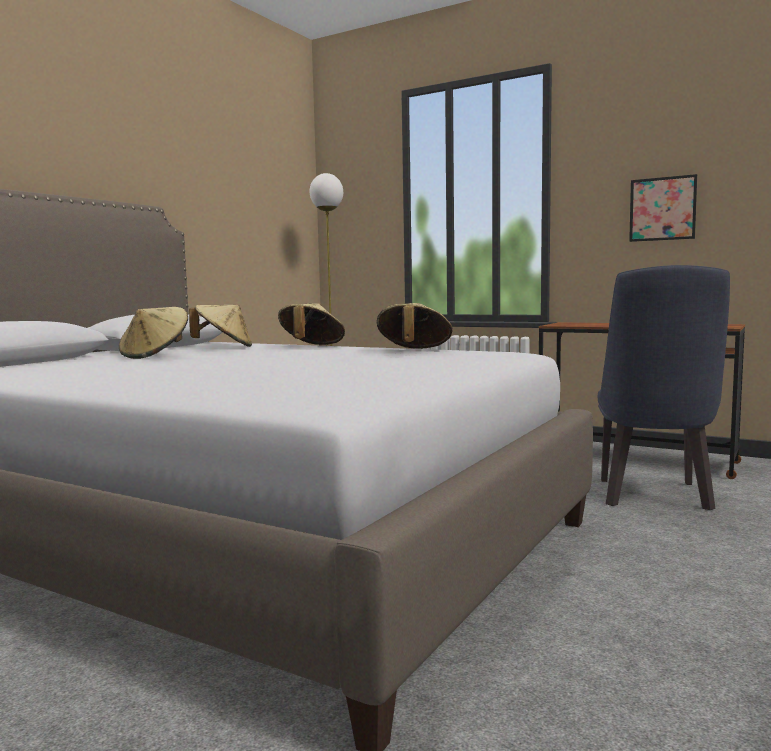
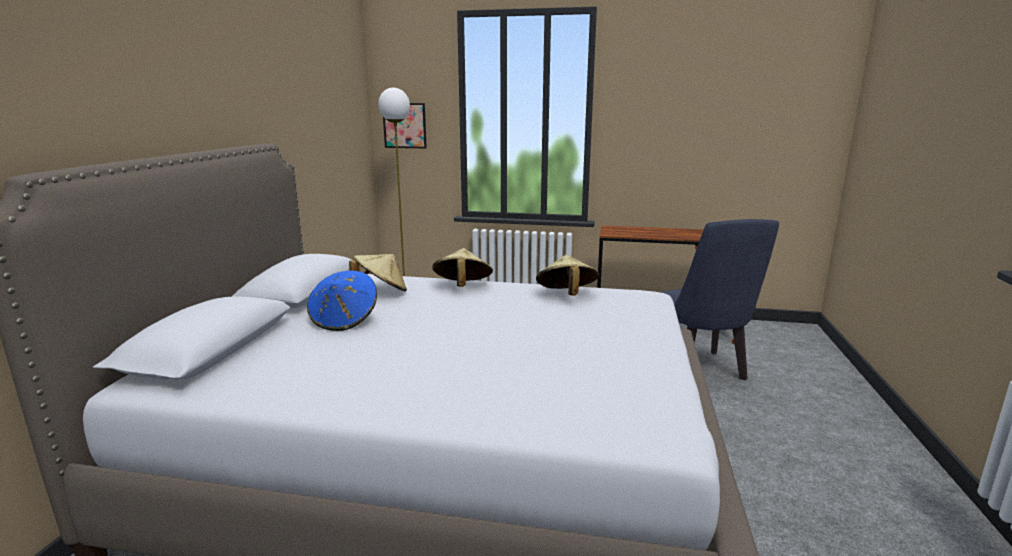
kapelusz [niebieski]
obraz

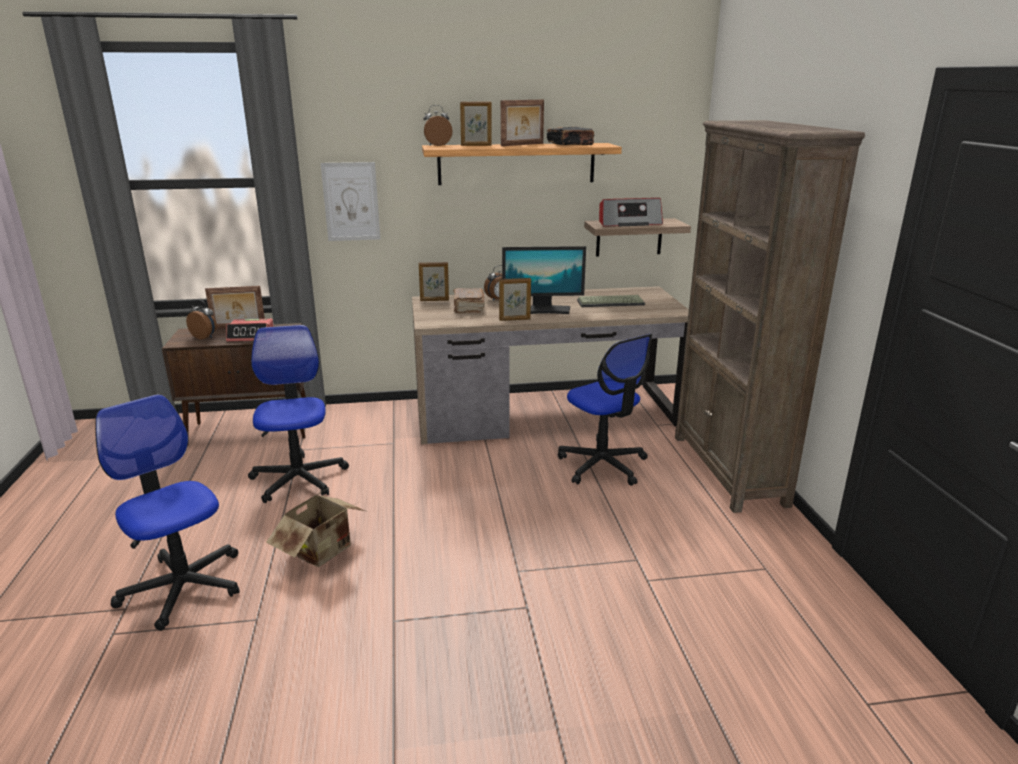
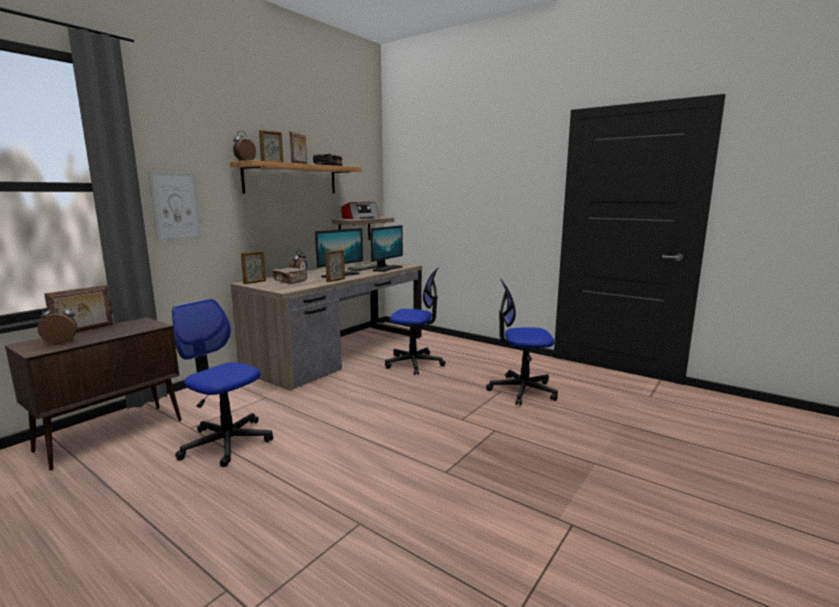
krzesło biurowe (3rd from left)
budzik (2nd from left in the first image)
karton
regał [brązowy]
monitor (2nd from left)

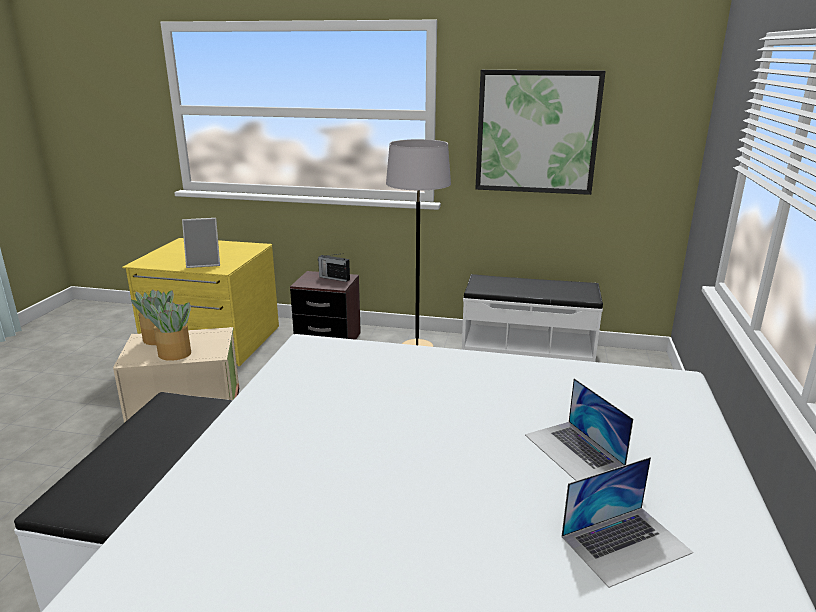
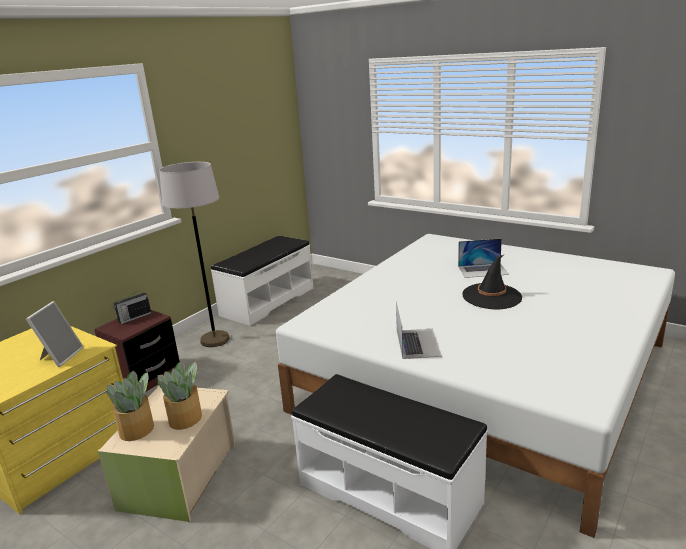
obraz
laptop (1st from left)
kapelusz [czarny]

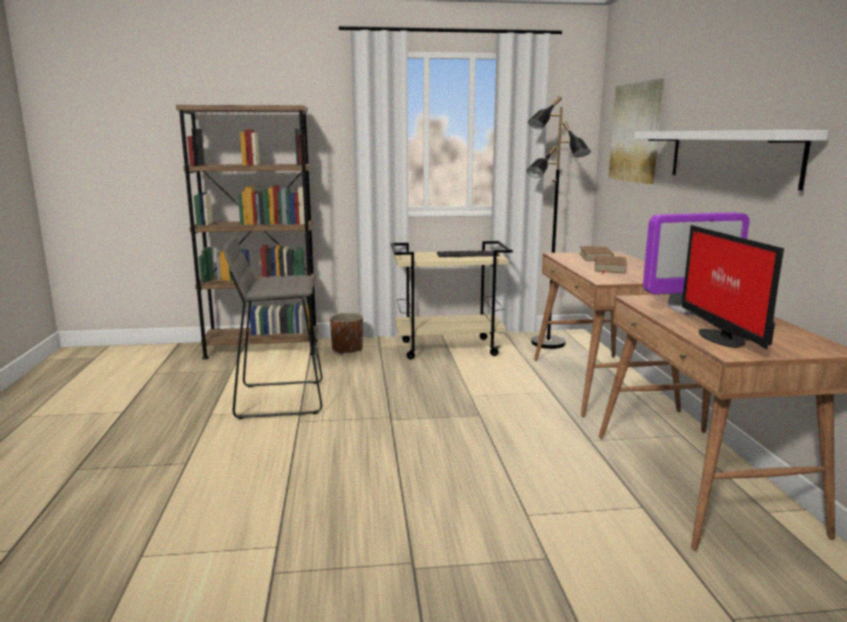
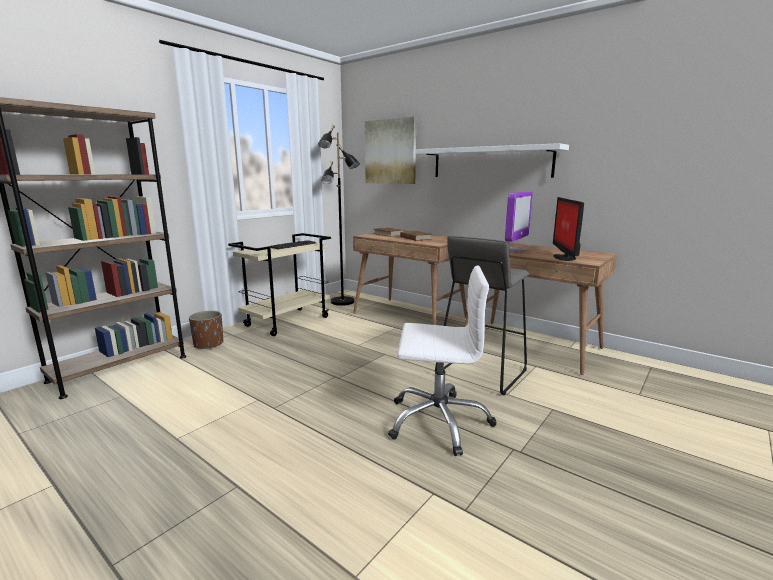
stołek [szary]
monitor (2nd from left)
krzesło biurowe [biały]

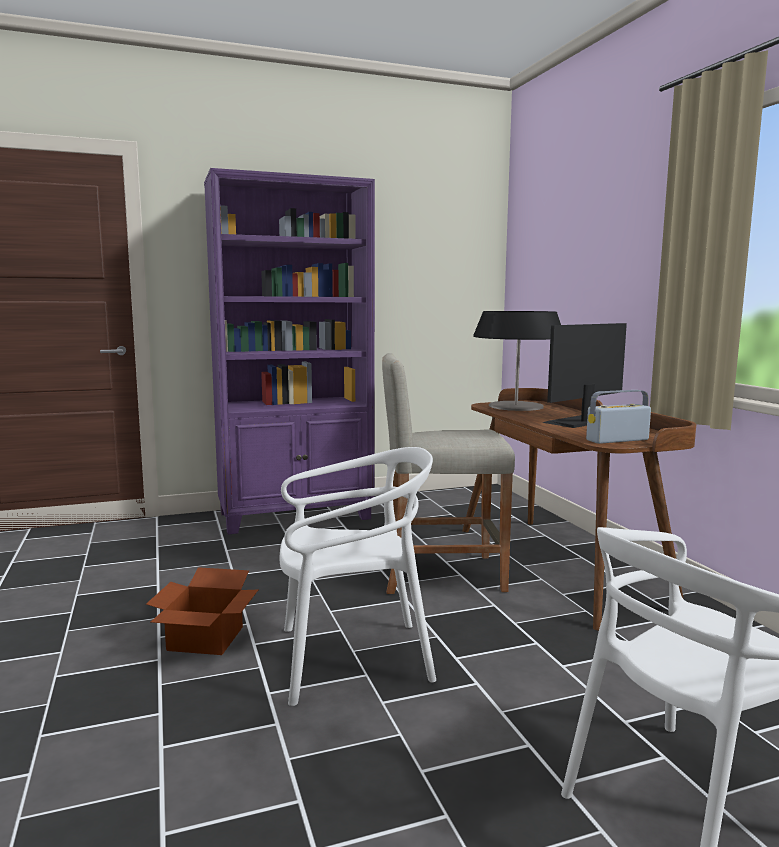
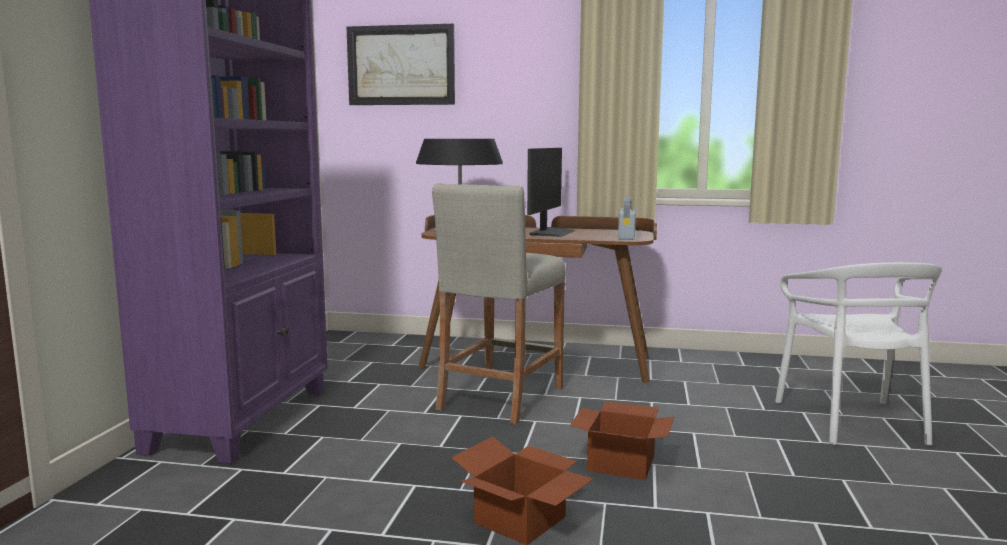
karton (2nd from left)
monitor
obraz

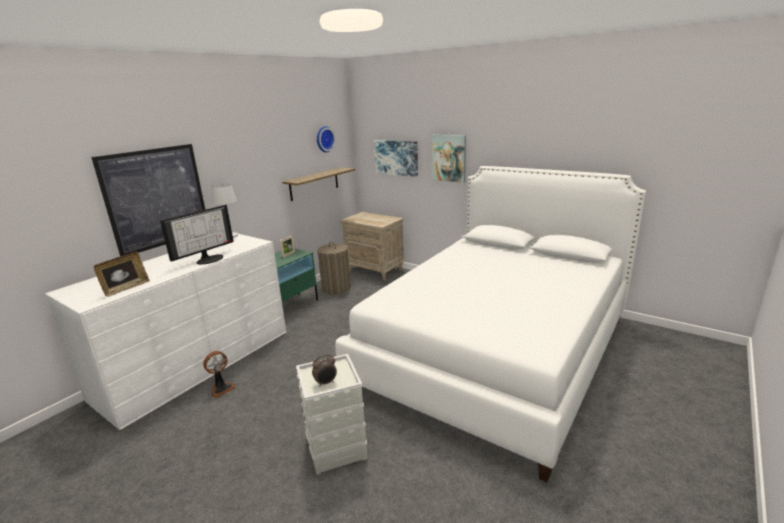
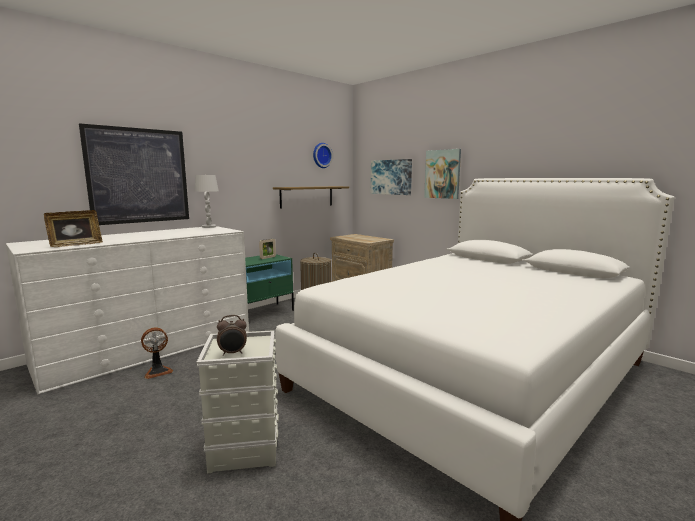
monitor

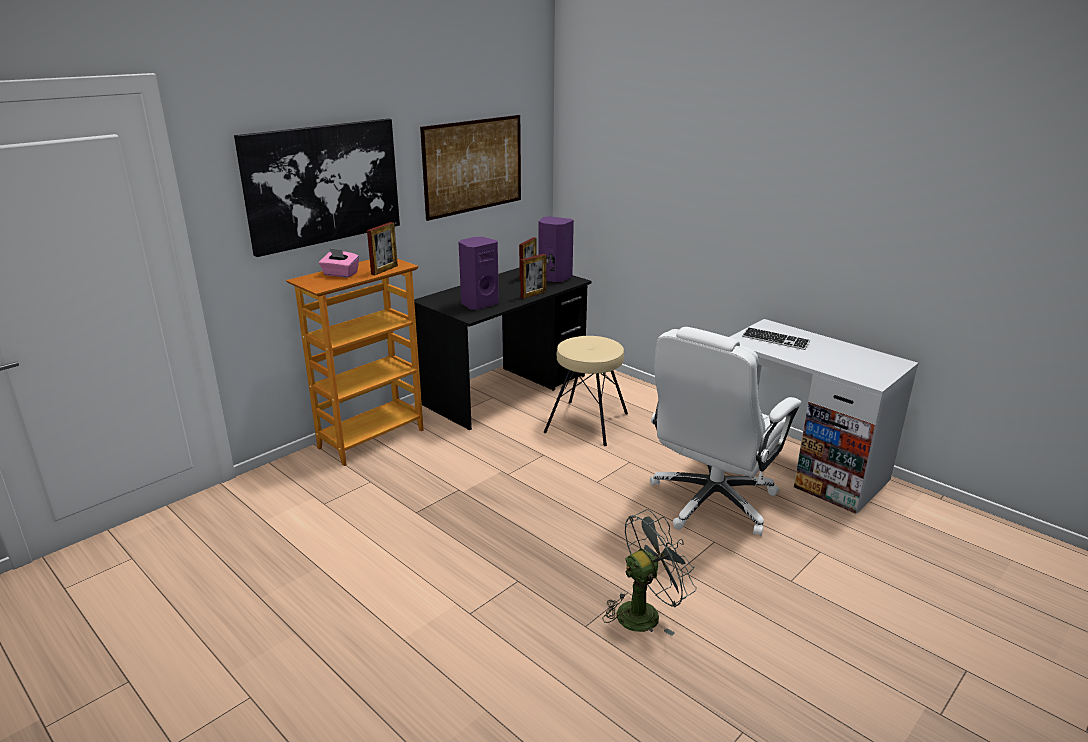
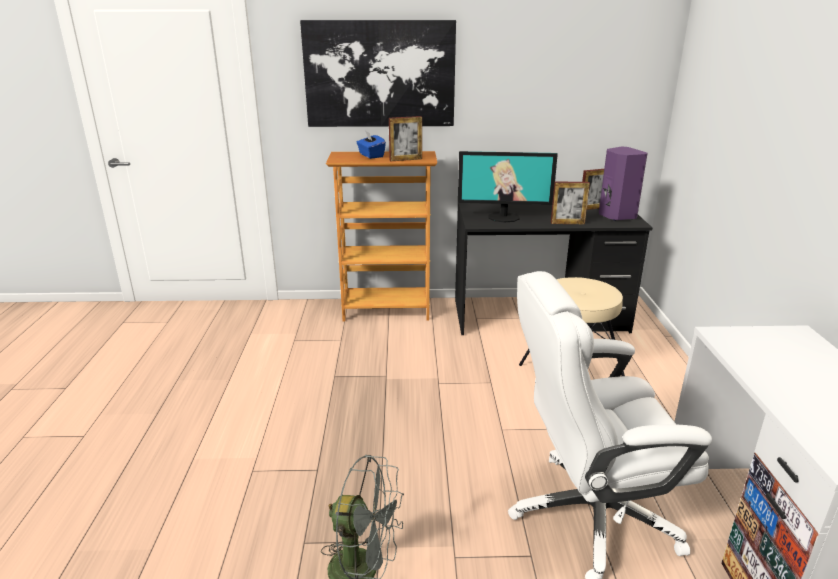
pudełko chusteczek [niebieski]
obraz (2nd from left in the first image)
monitor
klawiatura

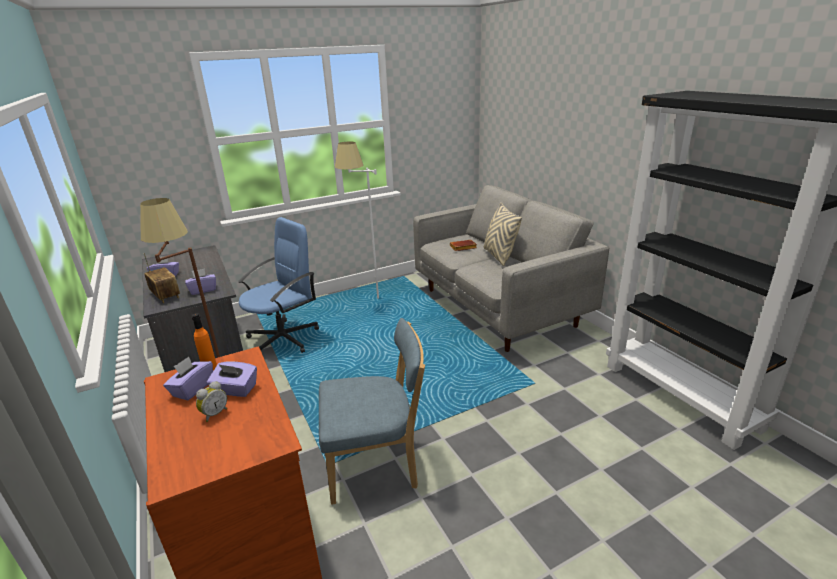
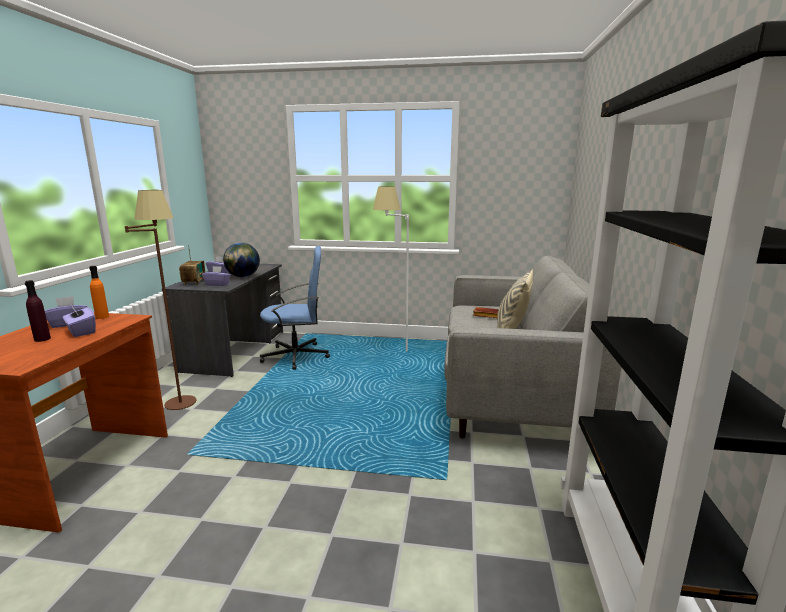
butelka [fioletowy]
krzesło [niebieski]
globus

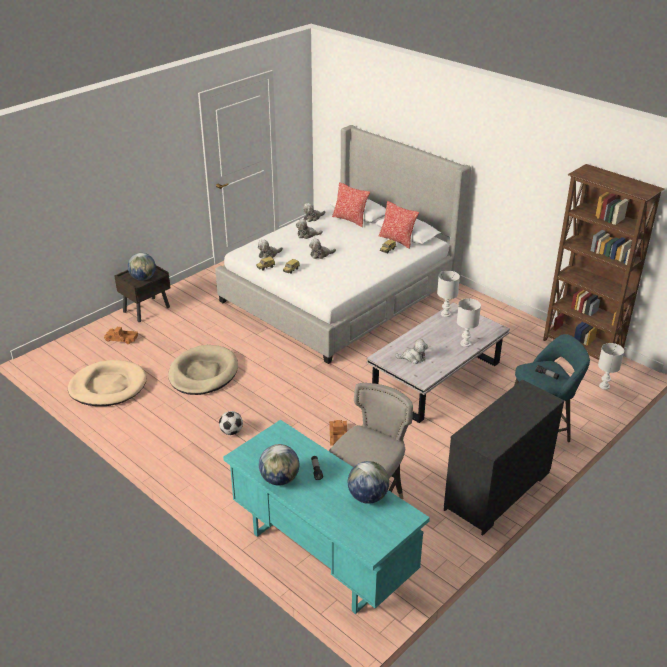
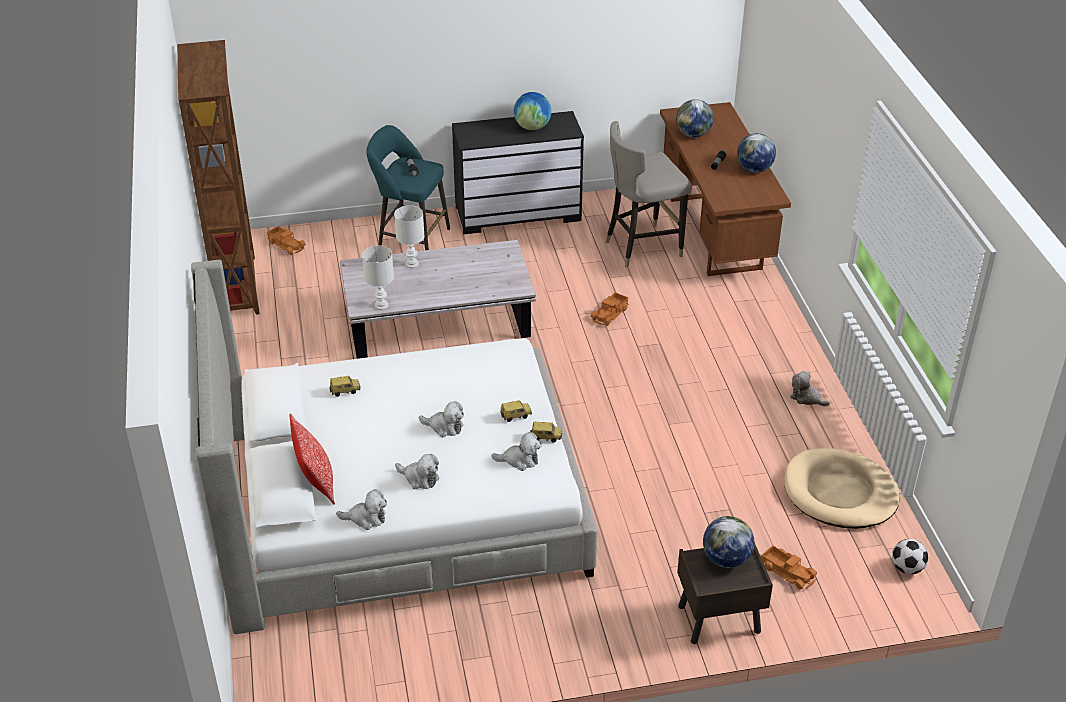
legowisko [beżowy] (2nd from left in the first image)
piłka futbolowa
biurko [brązowy]
poduszka (2nd from left in the first image)
pluszak (5th from left)
ciężarówka zabawkowa (1st from left)
globus (1st from left)

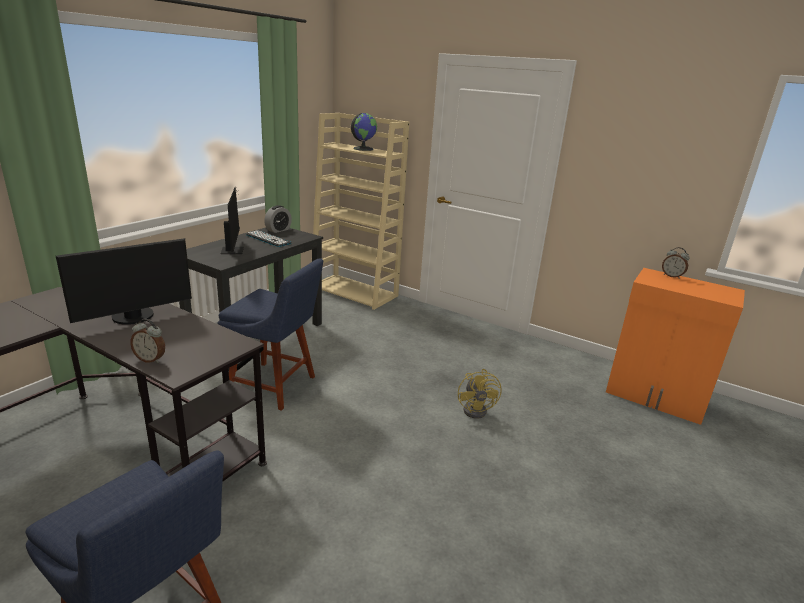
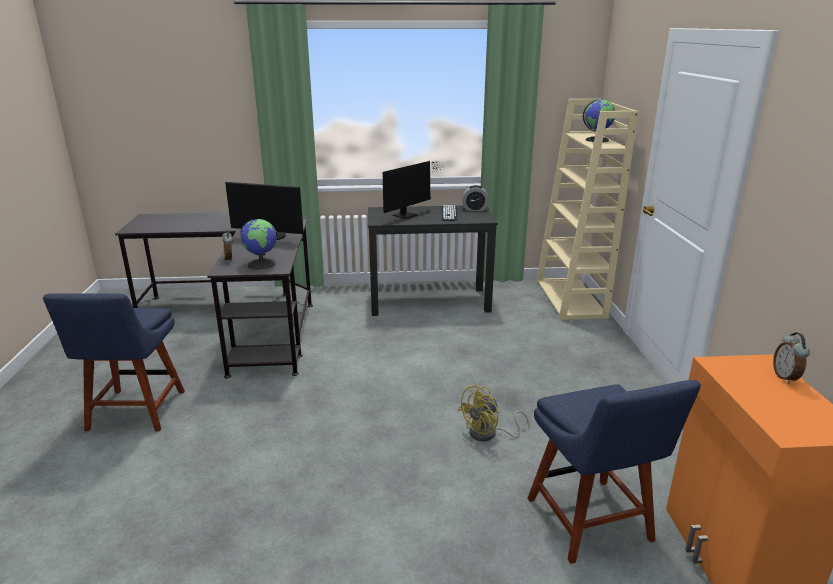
krzesło [niebieski] (2nd from left)
globus (1st from left)

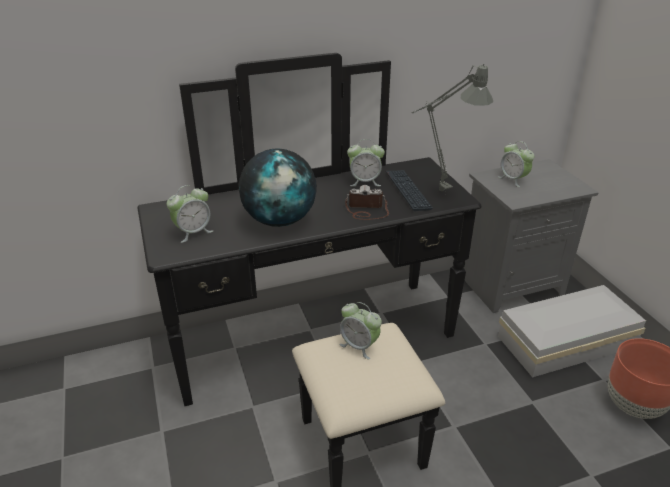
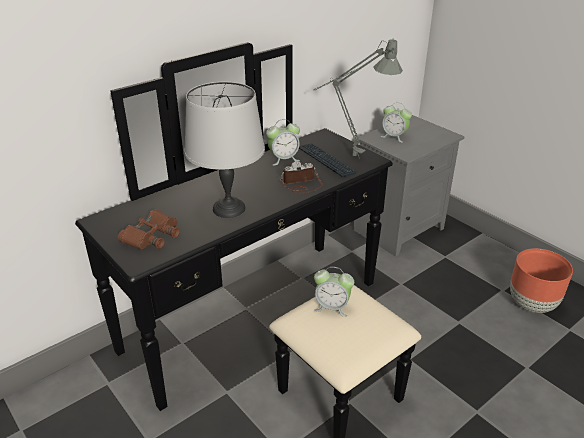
lornetka [brązowy]
lampa stołowa [szary] (1st from left)
pojemnik do przechowywania [biały]

